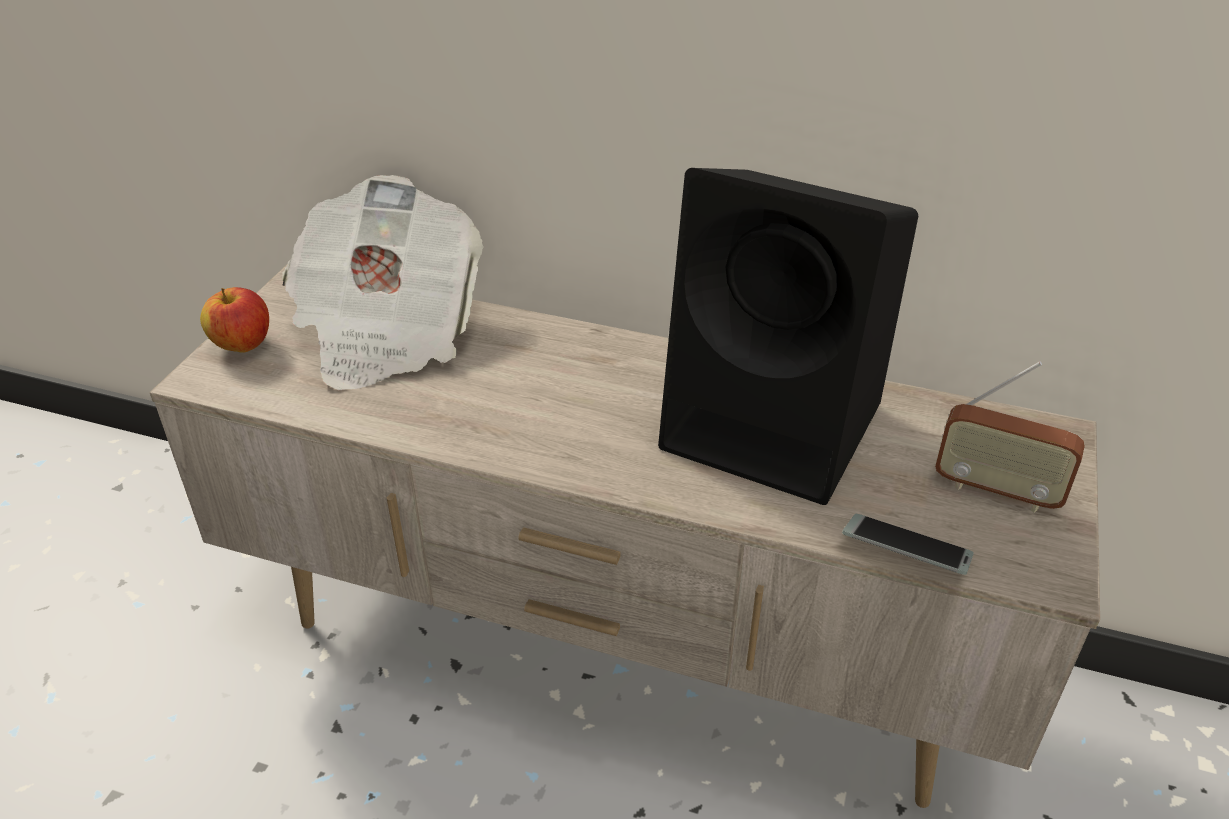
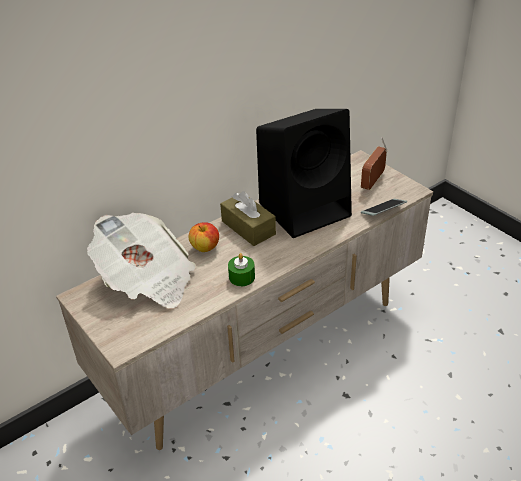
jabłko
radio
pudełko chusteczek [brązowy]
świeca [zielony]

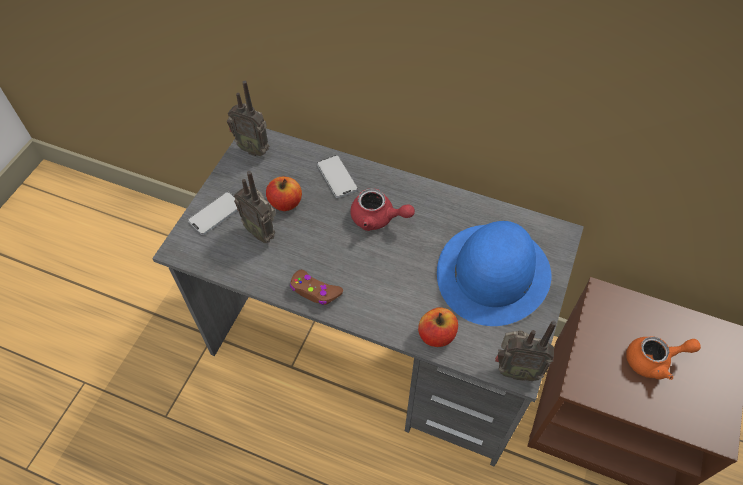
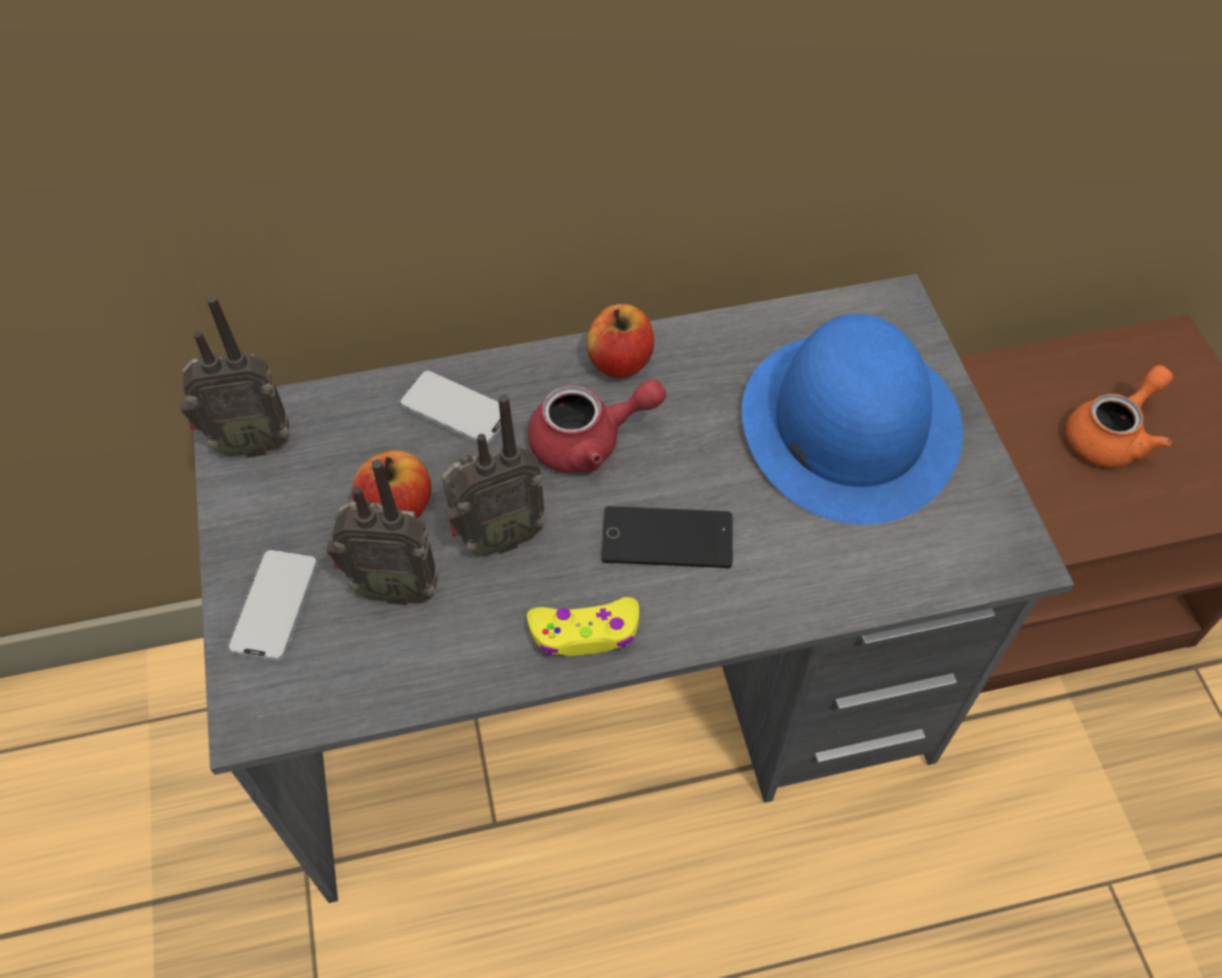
pad do gier [żółty]
jabłko (2nd from left)
radio (3rd from left)
telefon (3rd from left)

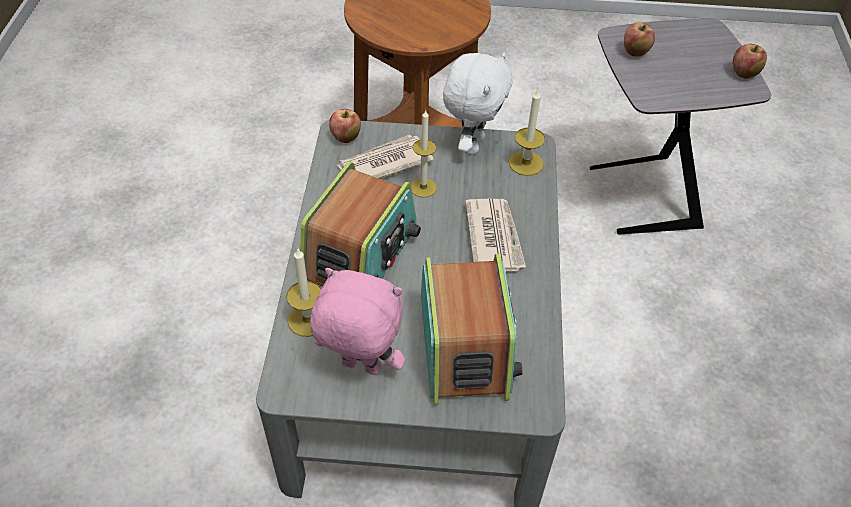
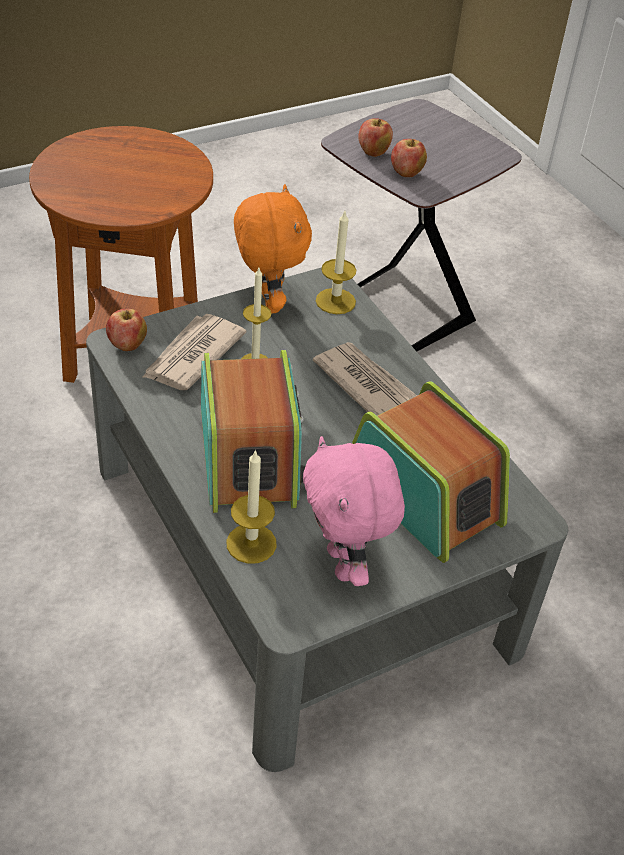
pluszak [różowy]
pluszak [pomarańczowy]
jabłko (3rd from left)

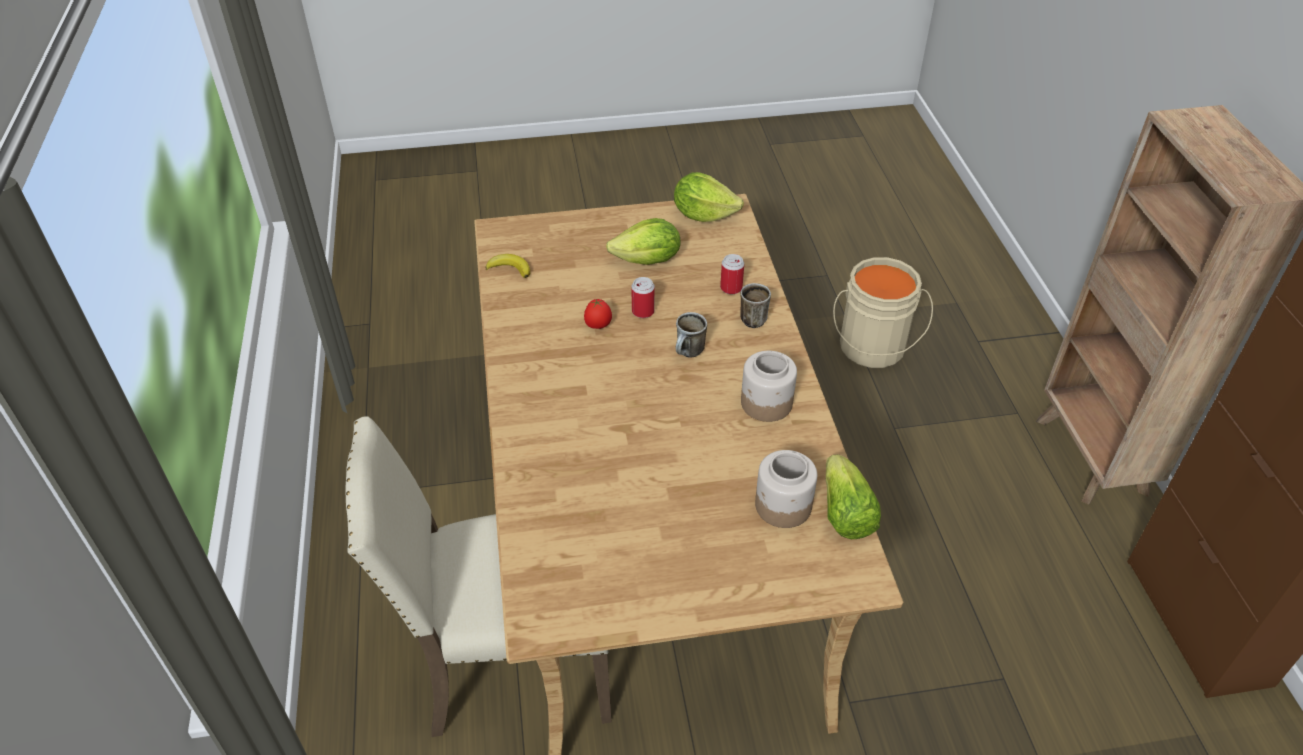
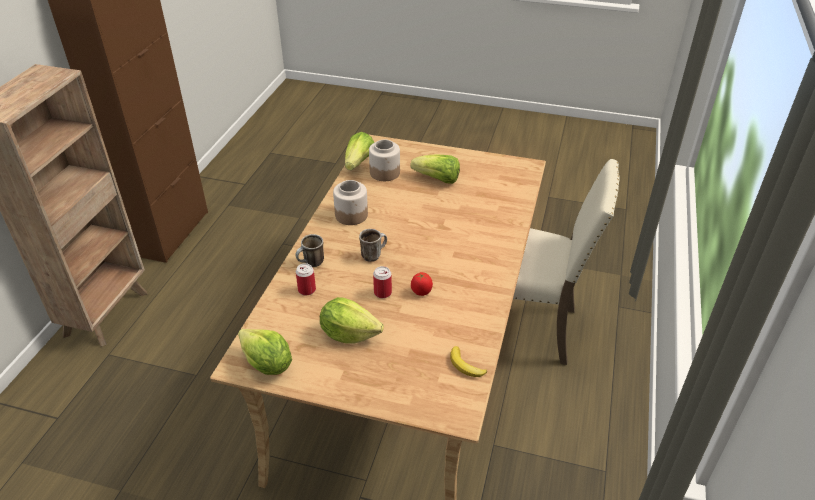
wiadro [beżowy]
sałata (4th from left)

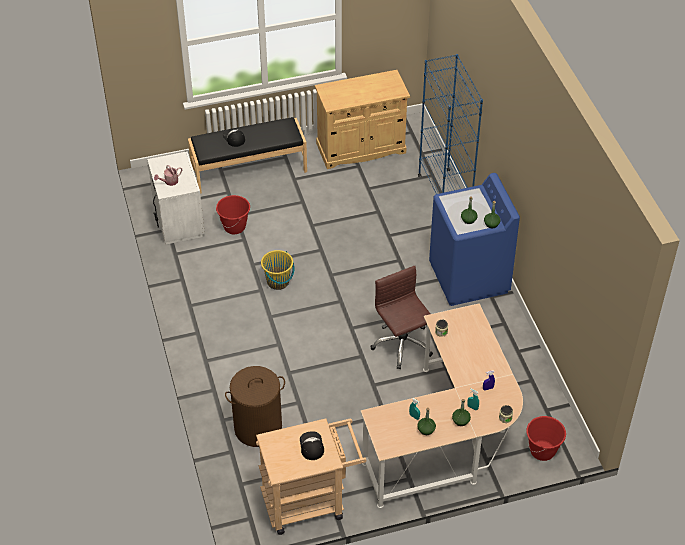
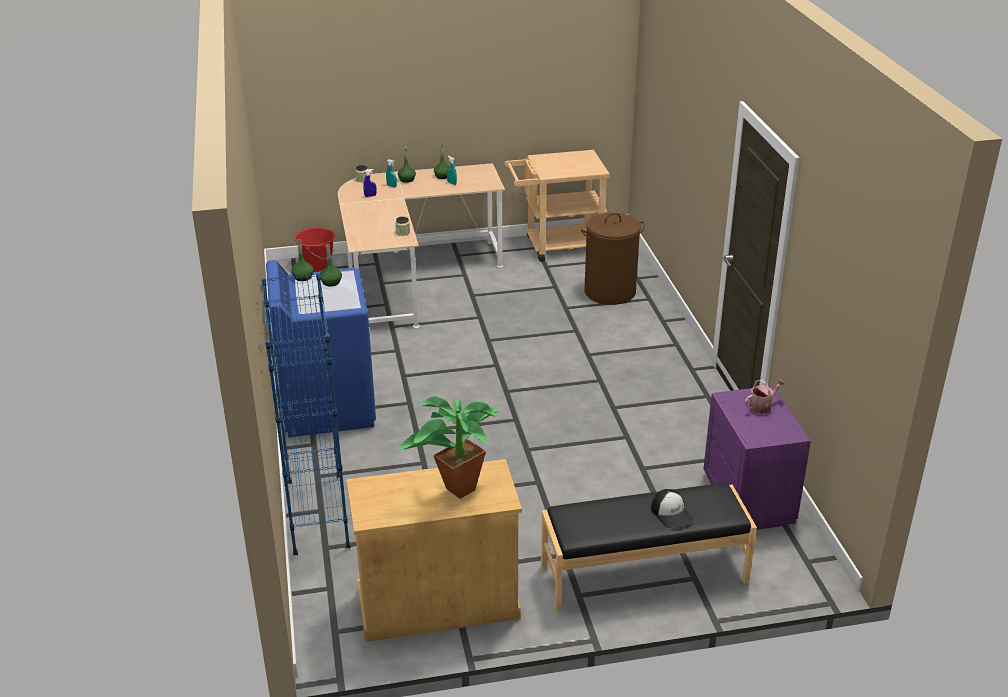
szafka nocna [fioletowy]
wiadro [czerwony] (1st from left in the first image)
wiadro [żółty]
czapka z daszkiem (2nd from left in the first image)
krzesło biurowe [brązowy]
roślina doniczkowa

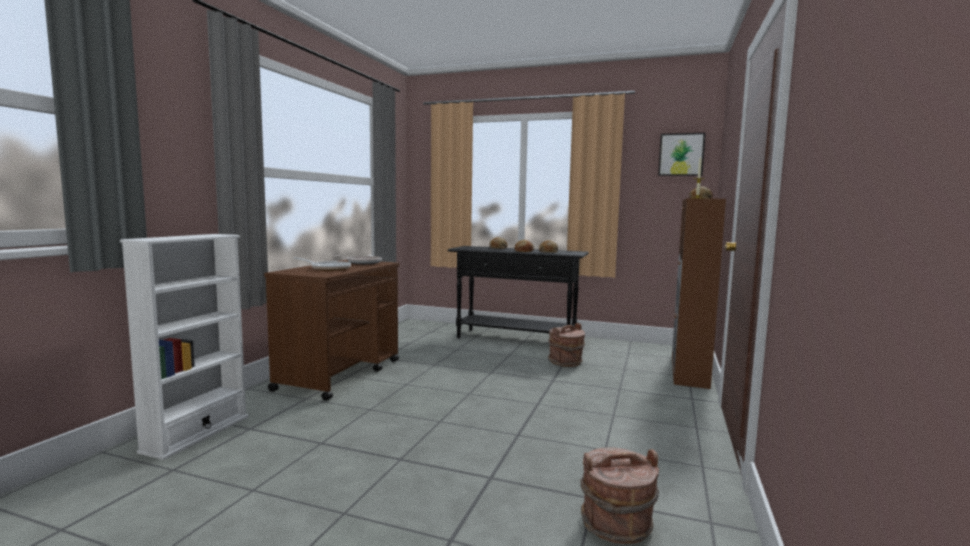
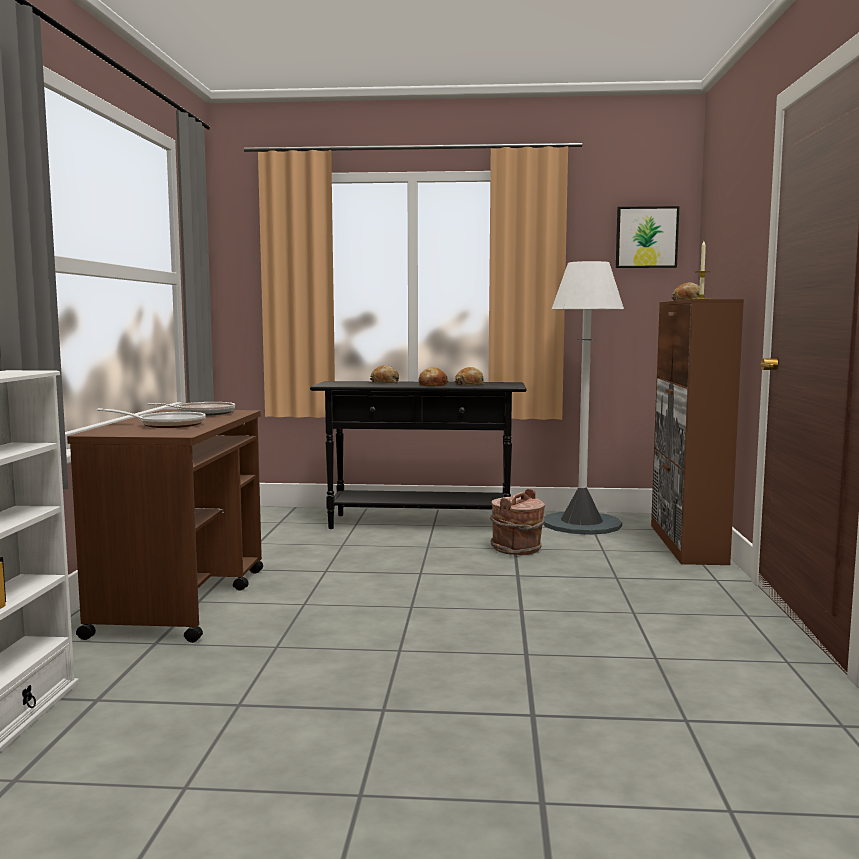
wiadro [brązowy] (2nd from left in the first image)
lampa stojąca [biały]

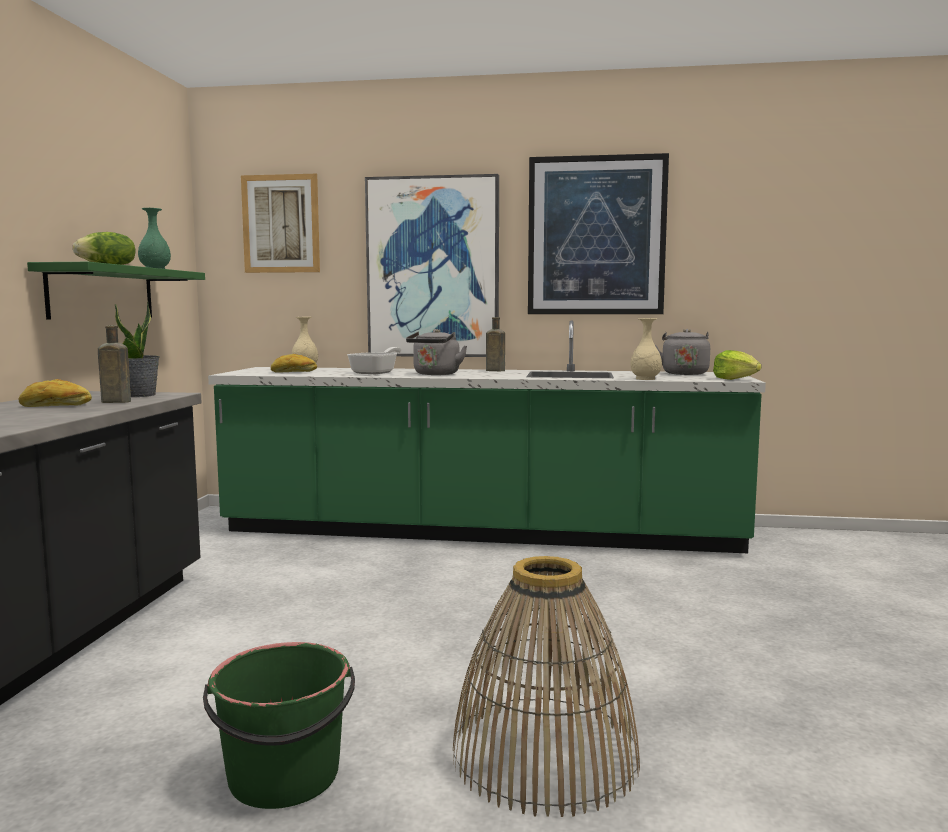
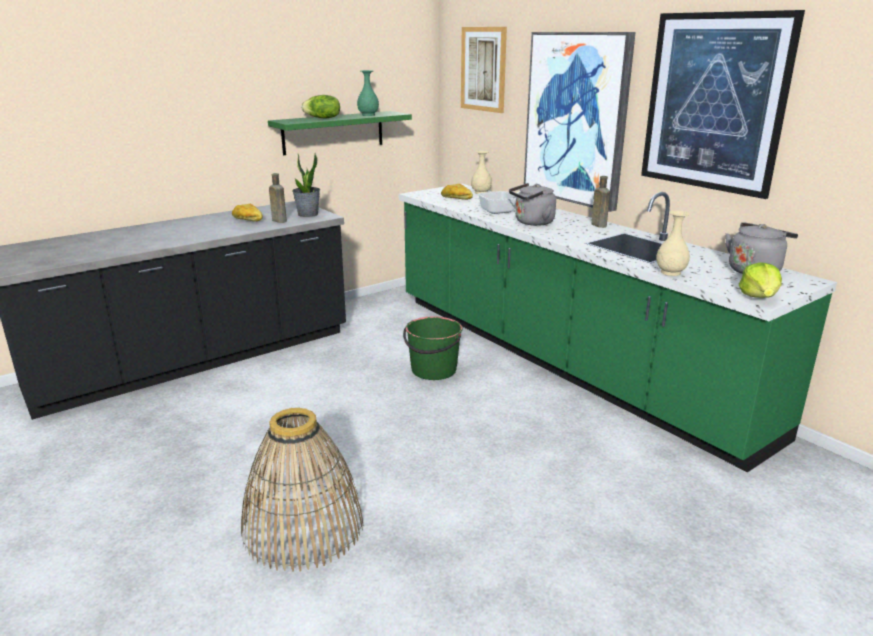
wiadro [zielony]

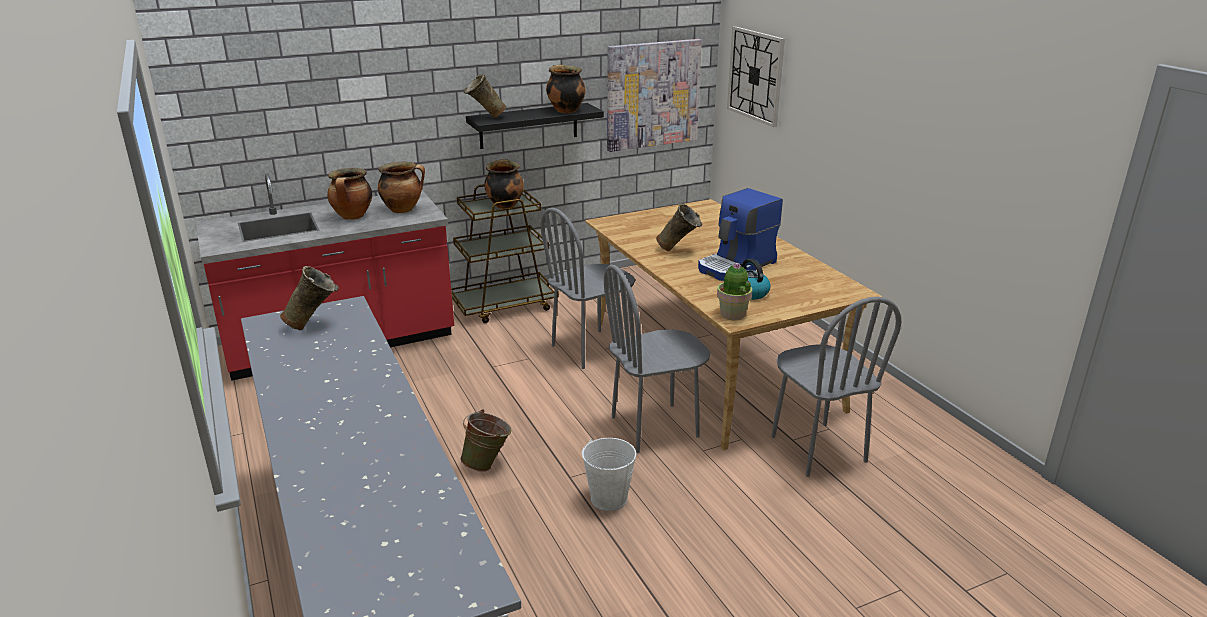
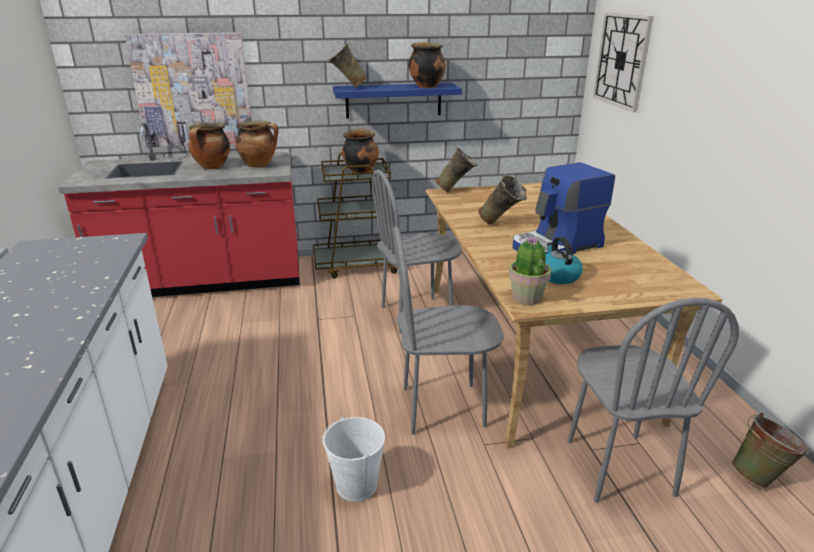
wazon [beżowy] (2nd from left)
wiadro [zielony]
półka [niebieski]
obraz

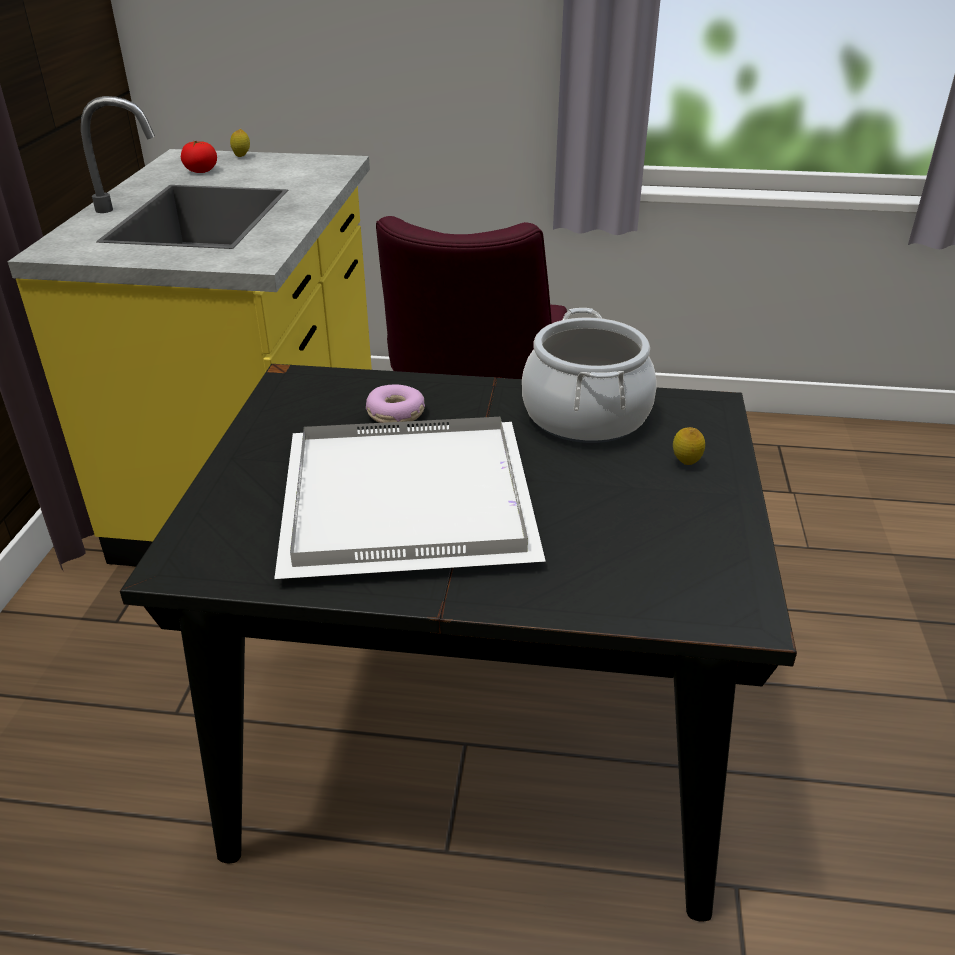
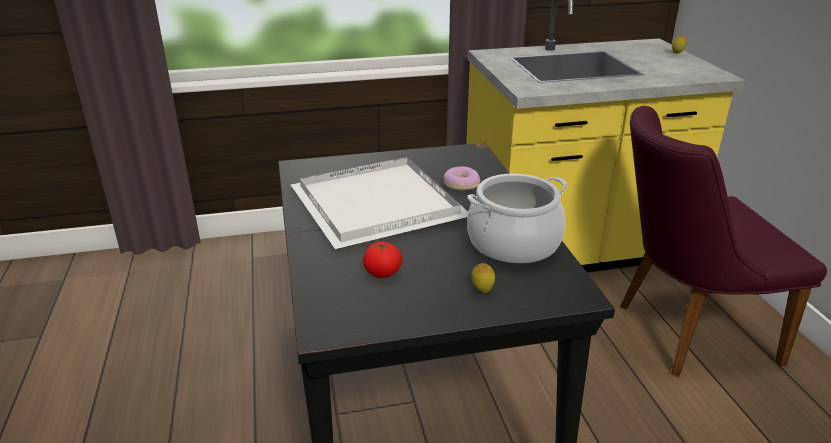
pomidor

